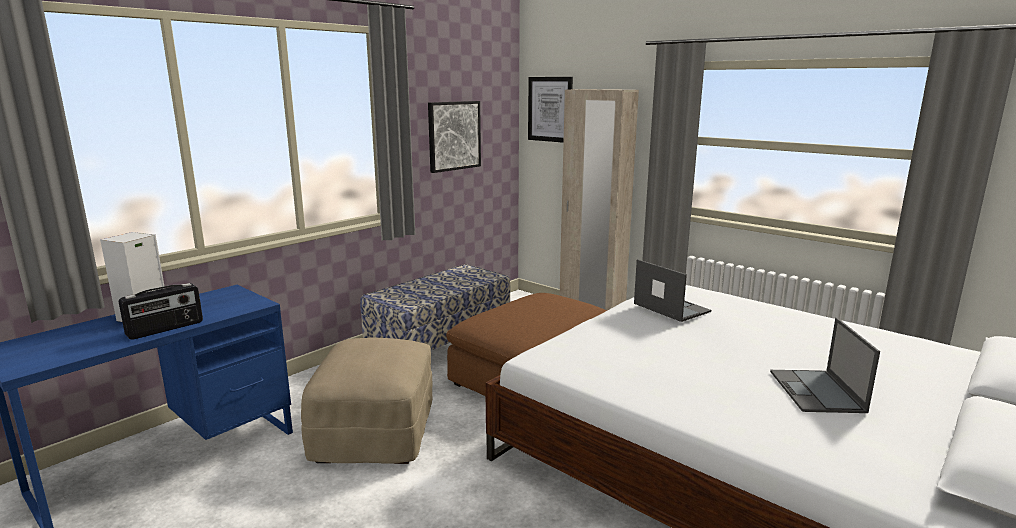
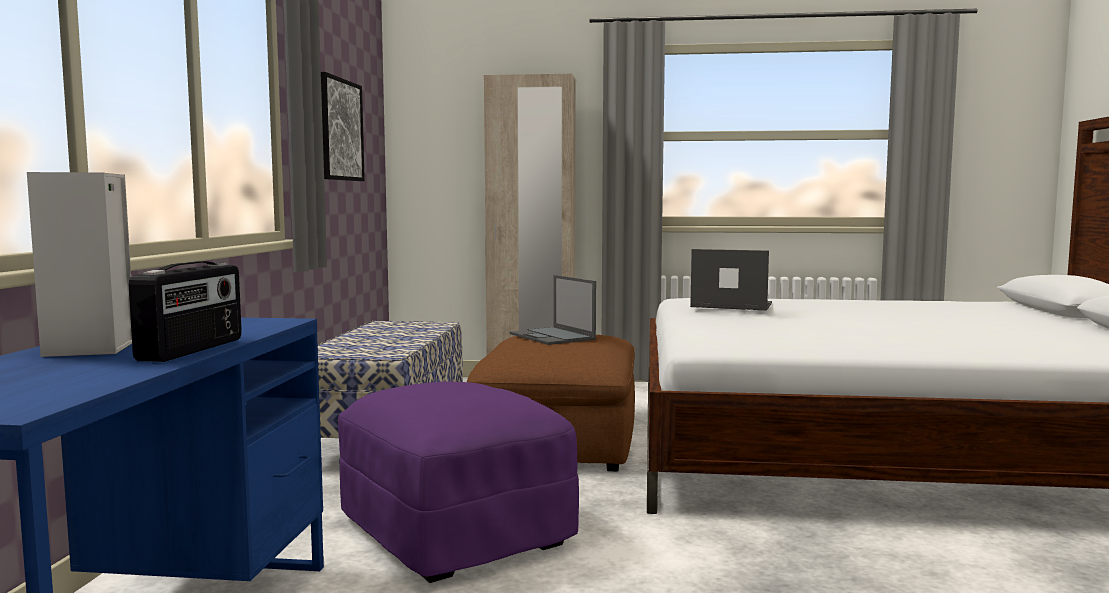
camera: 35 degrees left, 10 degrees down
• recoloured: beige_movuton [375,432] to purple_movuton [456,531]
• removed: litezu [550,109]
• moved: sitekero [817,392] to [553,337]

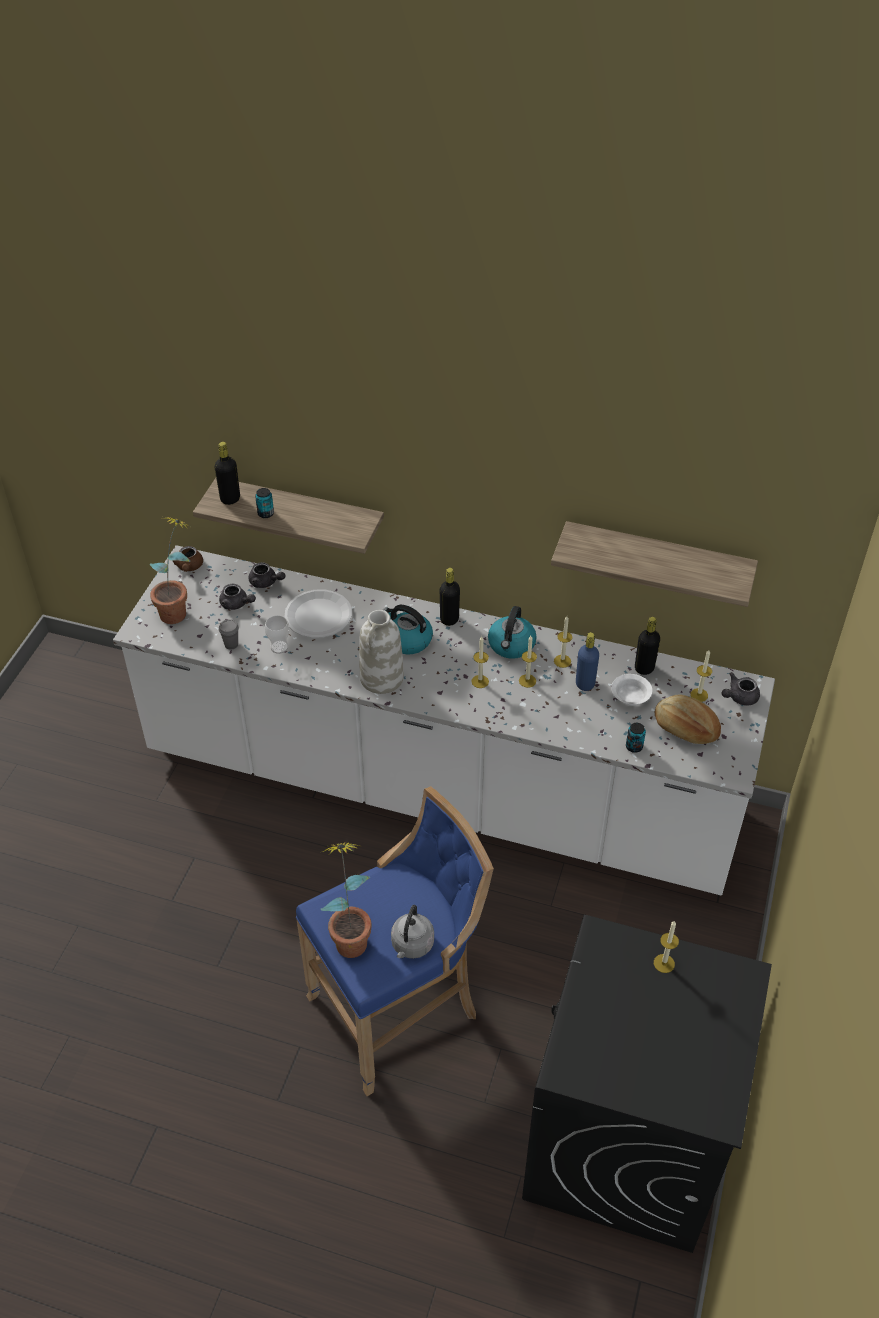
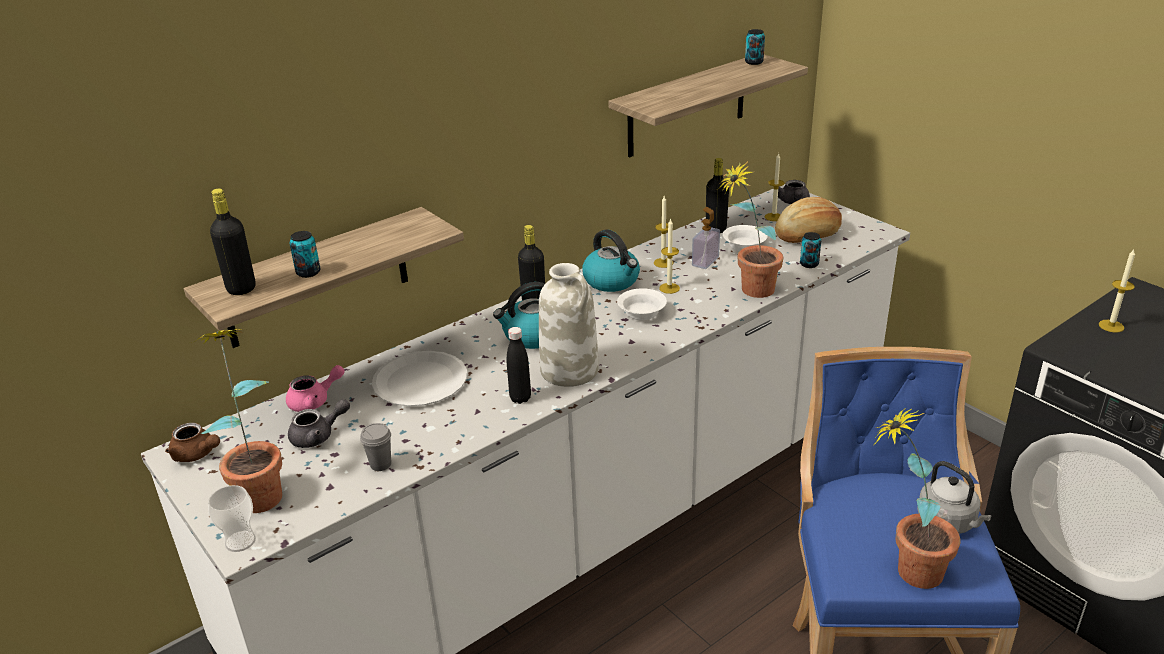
camera: 55 degrees left, 15 degrees down
• recoloured: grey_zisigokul [266,582] to pink_zisigokul [315,401]
• moved: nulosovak [279,647] to [240,541]
• replaced: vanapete [480,681] to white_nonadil [641,313]
• replaced: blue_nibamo [585,684] to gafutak [705,261]
• added: black_nibamo [520,398]
• added: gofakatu [748,291]
• added: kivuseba [754,62]

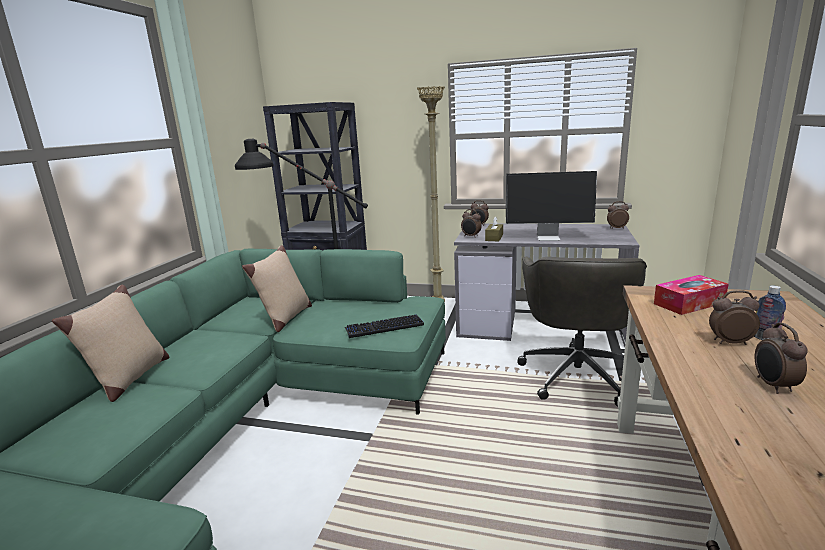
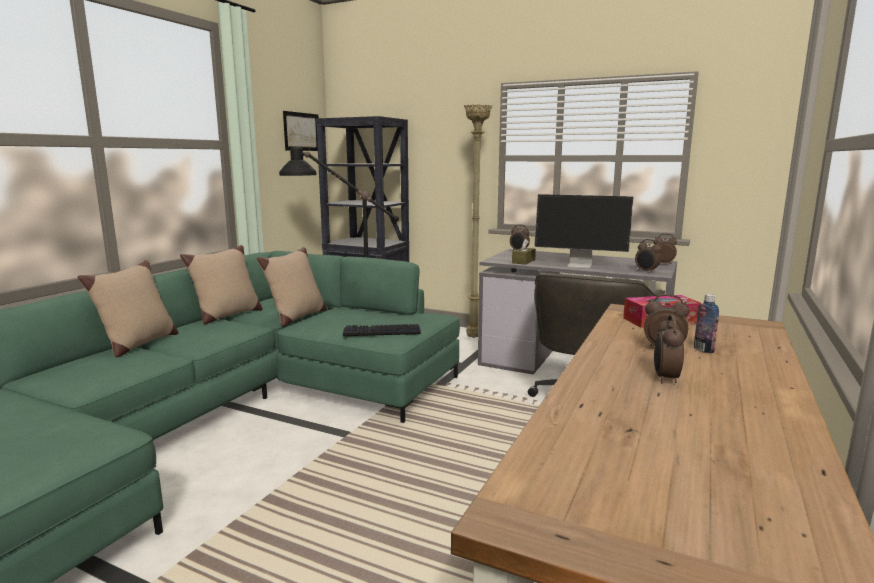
camera: 10 degrees right, 5 degrees down
• moved: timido [471,236] to [646,271]
• added: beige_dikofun [227,315]
• added: litezu [301,131]

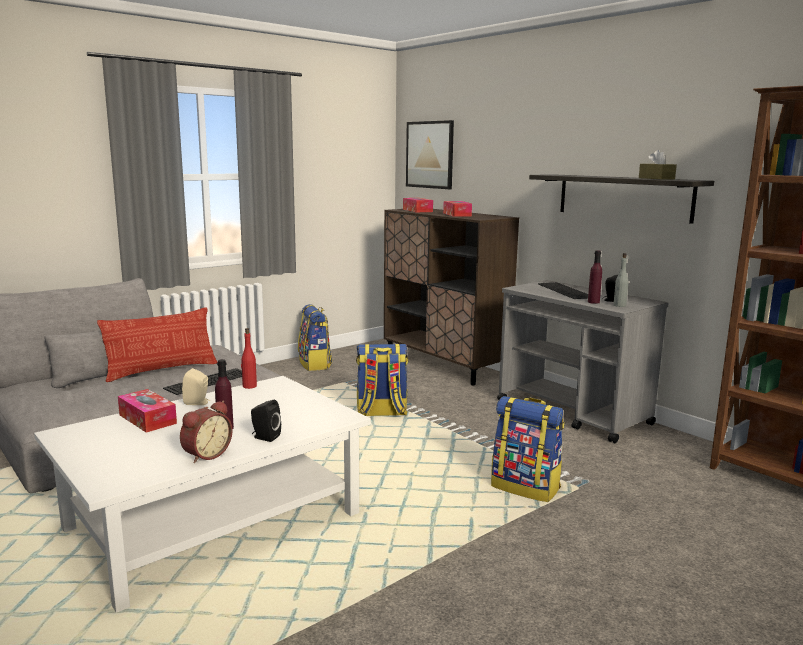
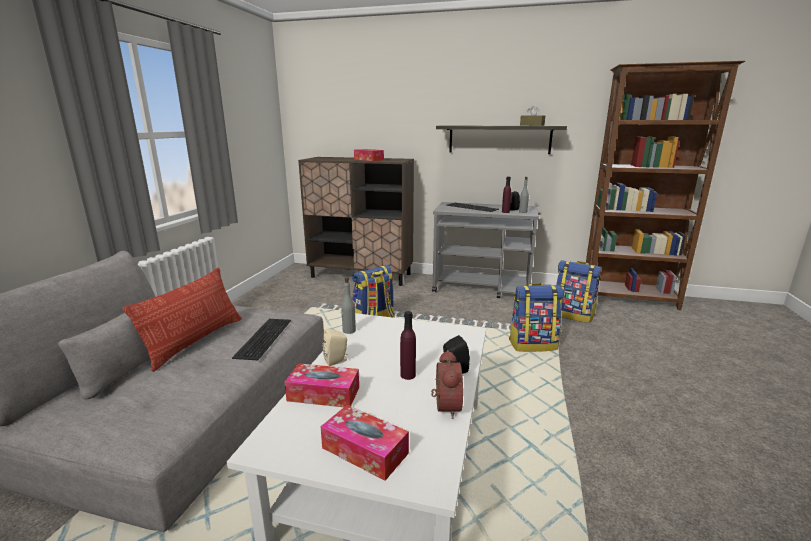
camera: 35 degrees left, 5 degrees up
• recoloured: red_nibamo [249,386] to grey_nibamo [349,330]
• moved: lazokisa [315,364] to [573,315]
• moved: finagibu [417,210] to [365,450]
• removed: litezu [430,154]

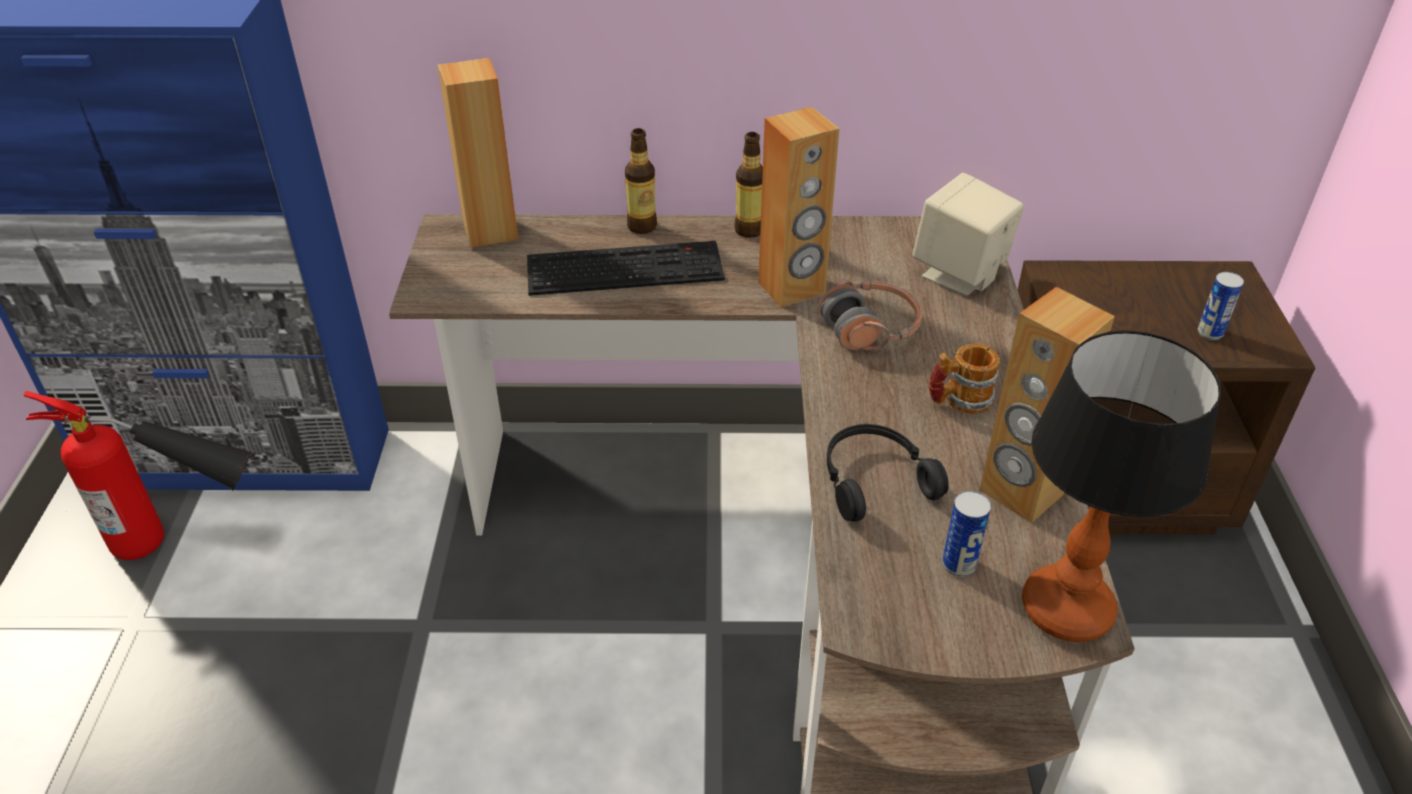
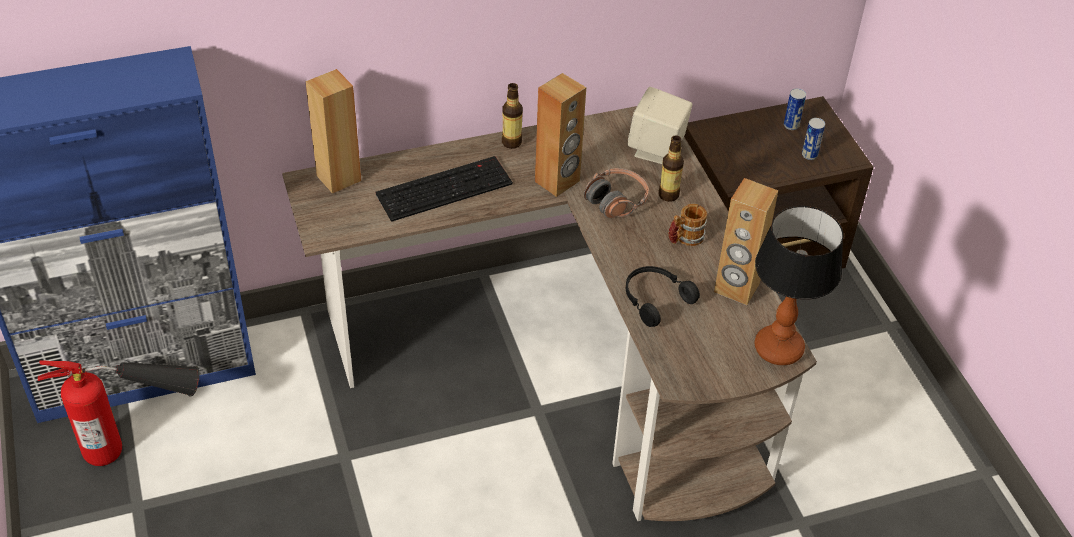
camera: 20 degrees left, 5 degrees up
• moved: nibamo [642,226] to [668,195]
• moved: kivuseba [959,564] to [791,125]

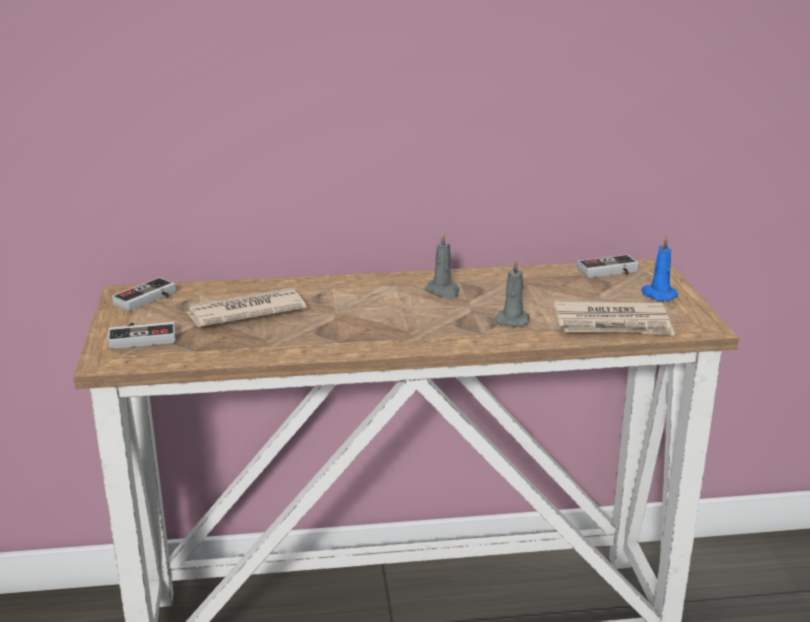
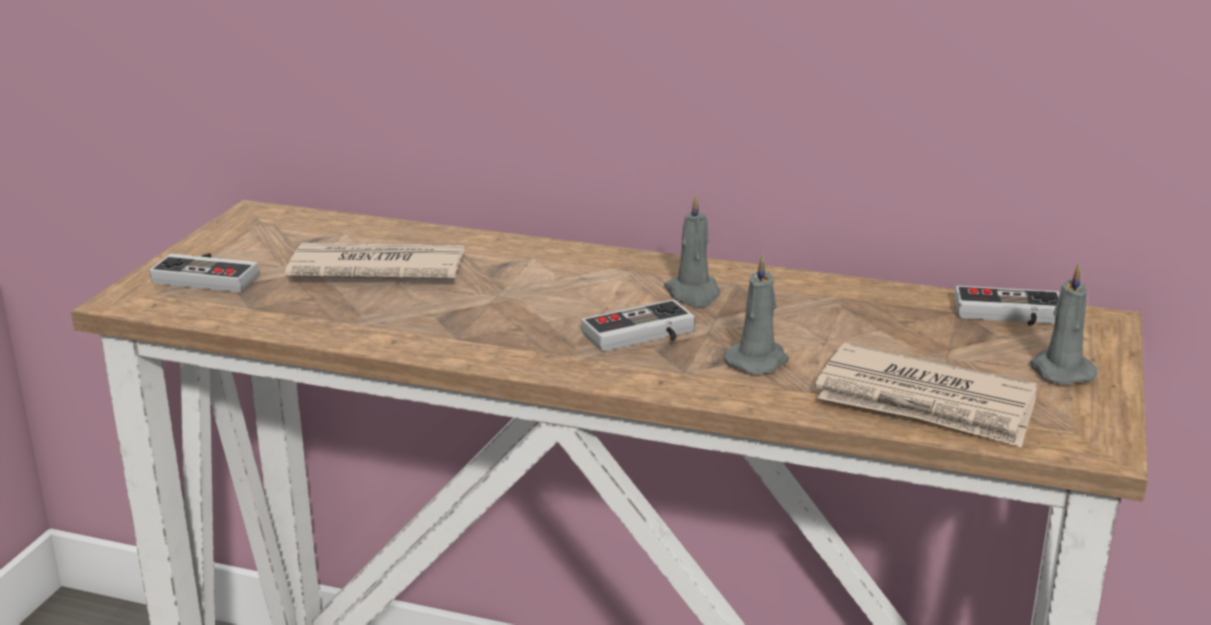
camera: 25 degrees right, 0 degrees up
• moved: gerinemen [149,299] to [643,336]
• recoloured: blue_vanapete [657,294] to grey_vanapete [1059,370]

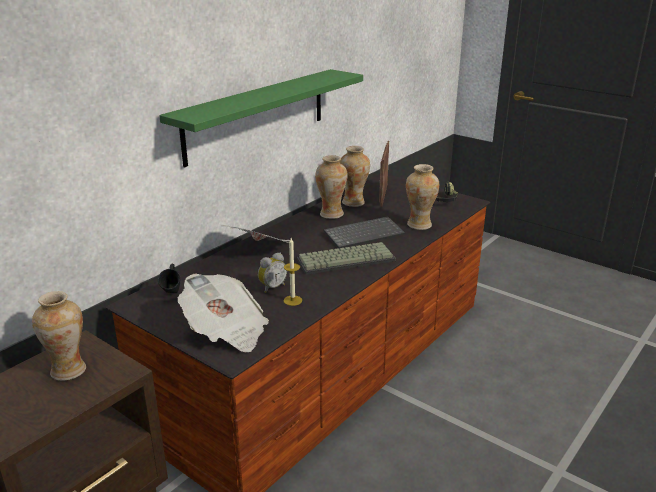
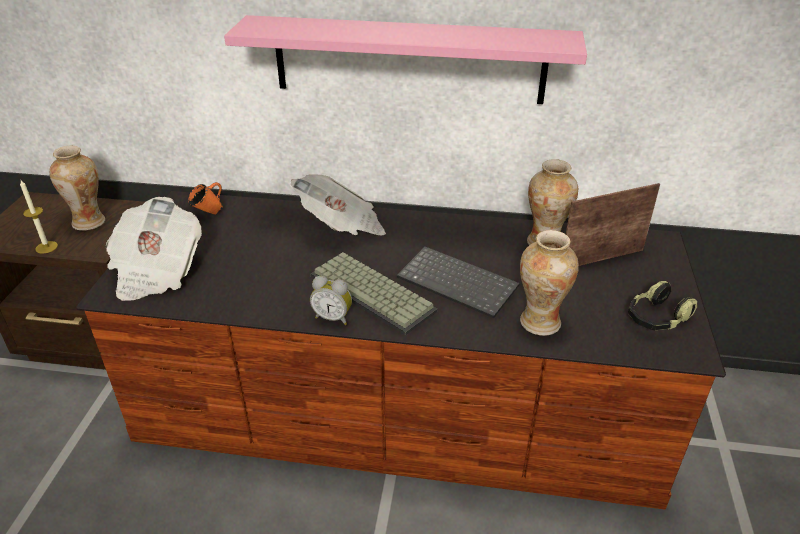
camera: 60 degrees right, 10 degrees up
• recoloured: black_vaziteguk [172,295] to orange_vaziteguk [209,214]
• recoloured: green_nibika [257,115] to pink_nibika [409,60]
• moved: timido [272,287] to [333,317]
• moved: vanapete [292,300] to [46,247]
• removed: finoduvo [331,214]

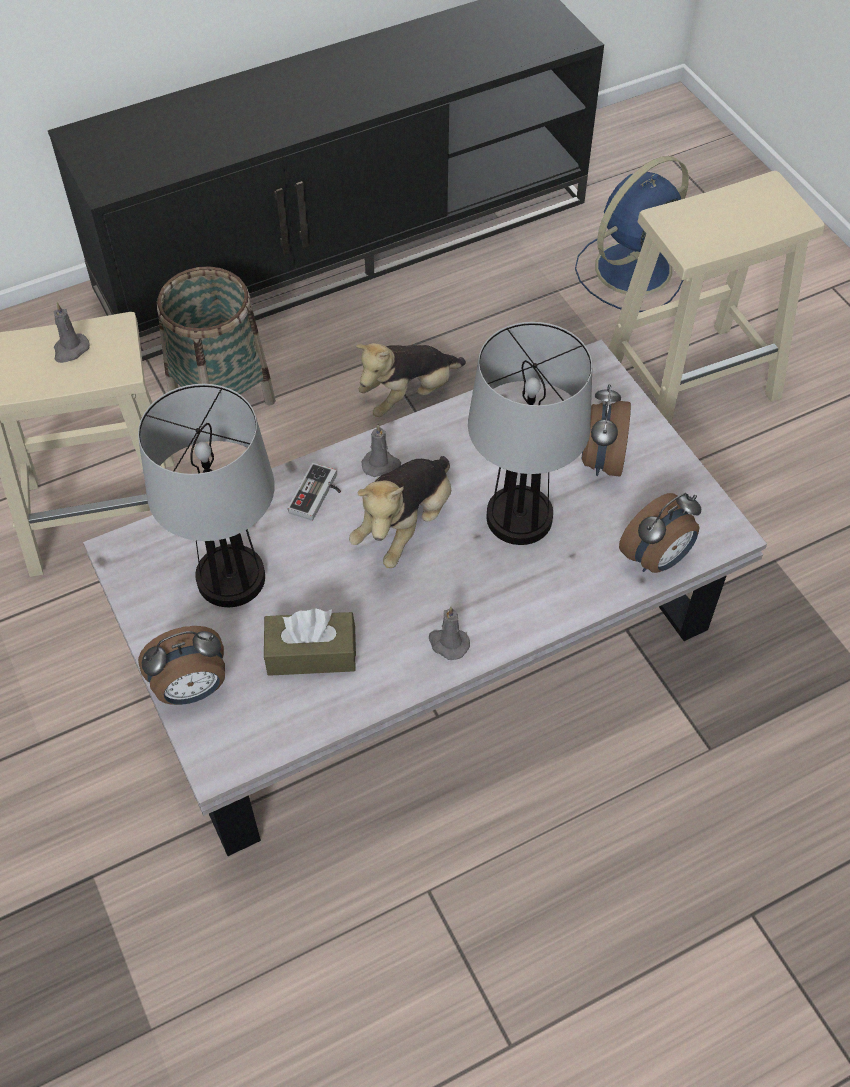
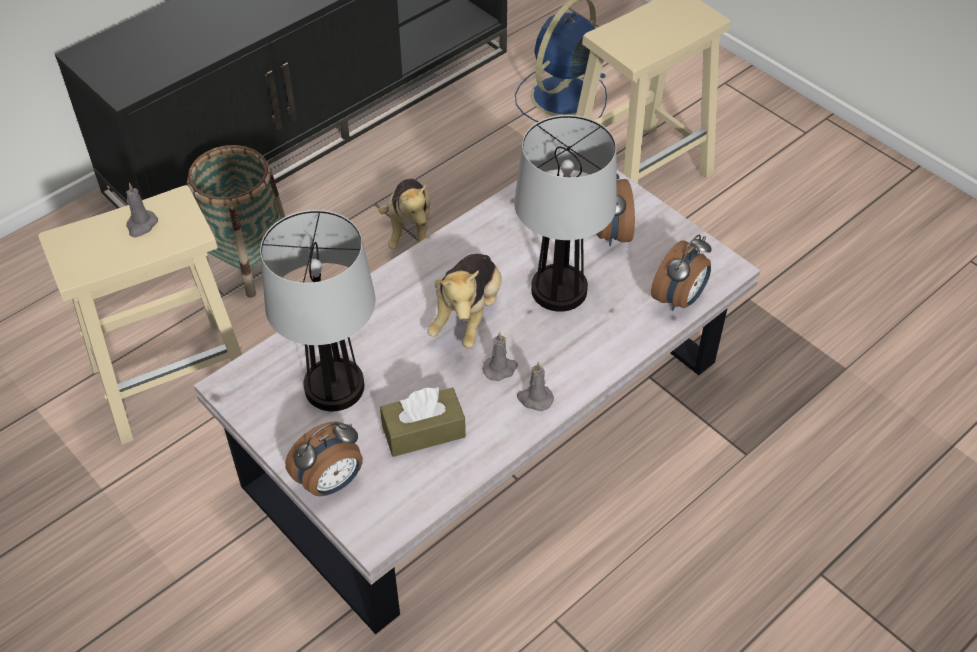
camera: 15 degrees left, 5 degrees down
• removed: gerinemen [318,496]
• turned: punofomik [409,395] = [410,229] 45 degrees counterclockwise
• moved: grey_vanapete [381,465] to [500,369]

